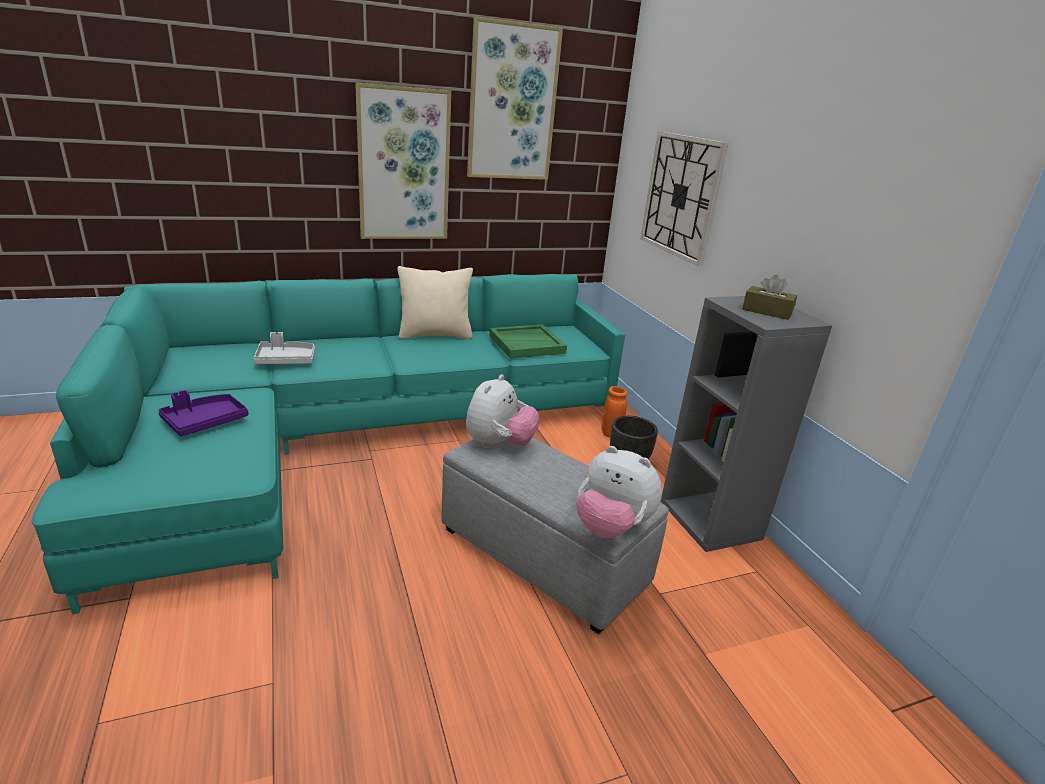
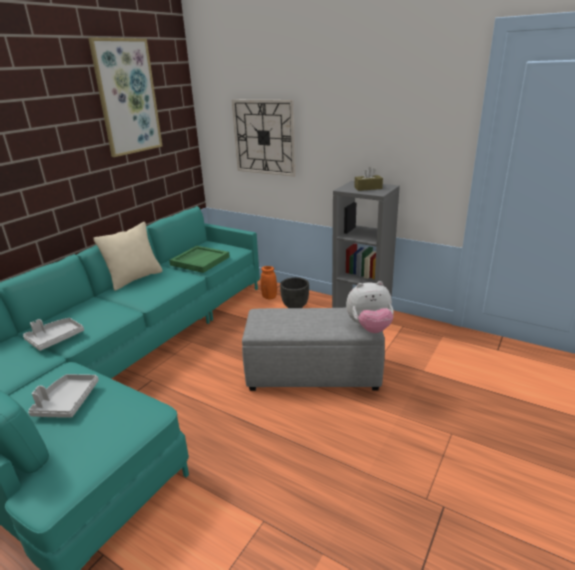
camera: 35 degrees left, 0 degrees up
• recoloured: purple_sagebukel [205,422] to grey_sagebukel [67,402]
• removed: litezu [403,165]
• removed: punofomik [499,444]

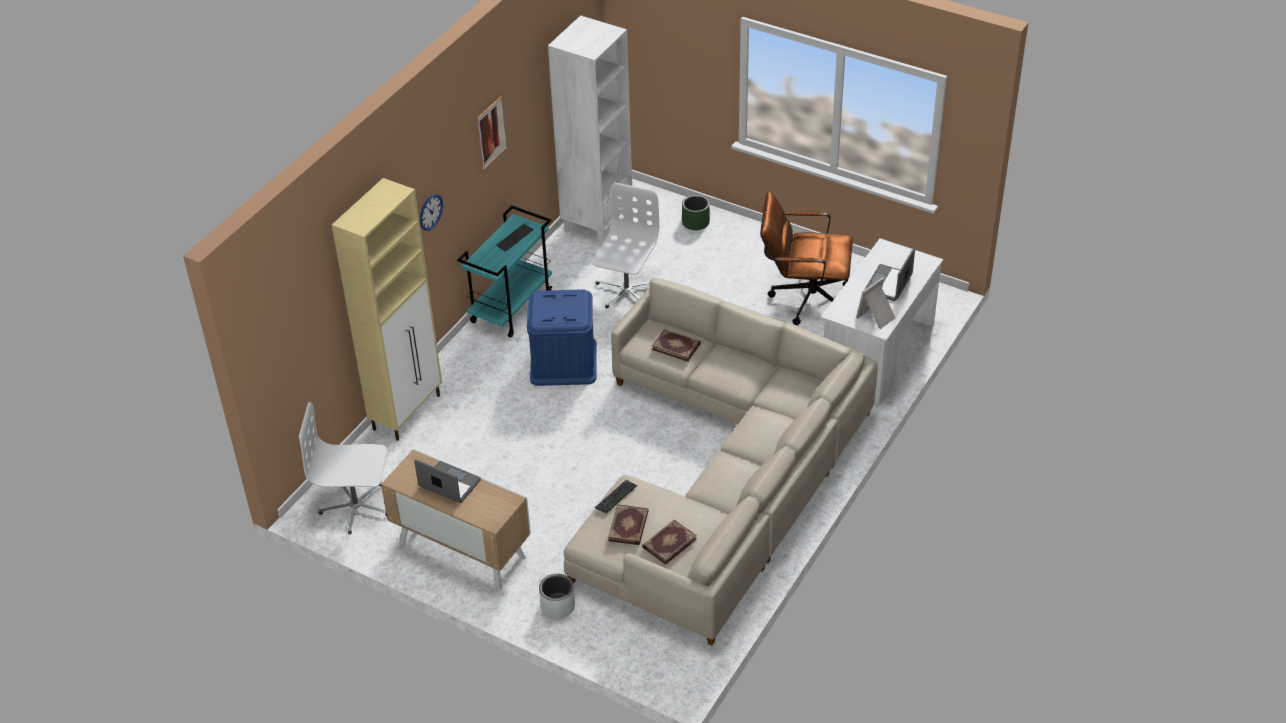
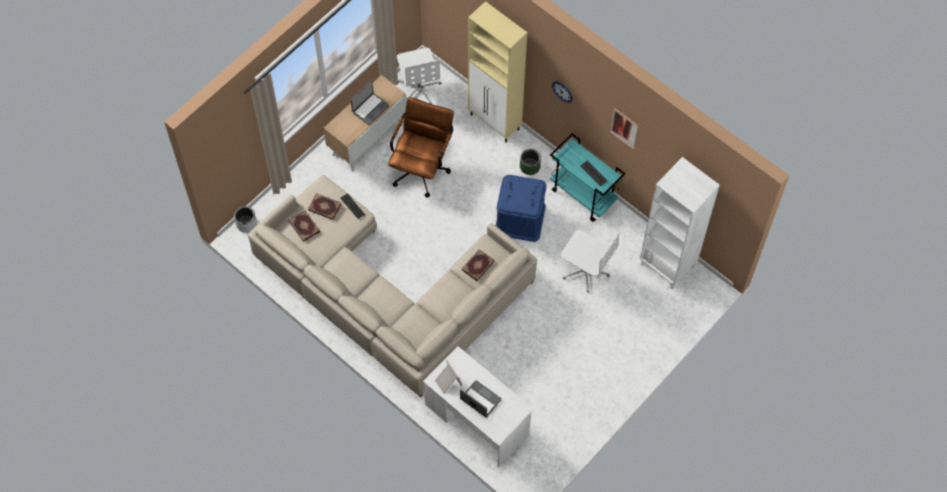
camera: 100 degrees right, 20 degrees up
• turned: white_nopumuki [356,507] = [419,88] 150 degrees clockwise
• moved: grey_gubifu [557,606] to [246,224]
• moved: green_gubifu [696,222] to [529,166]
• moved: brown_nopumuki [803,298] to [422,167]

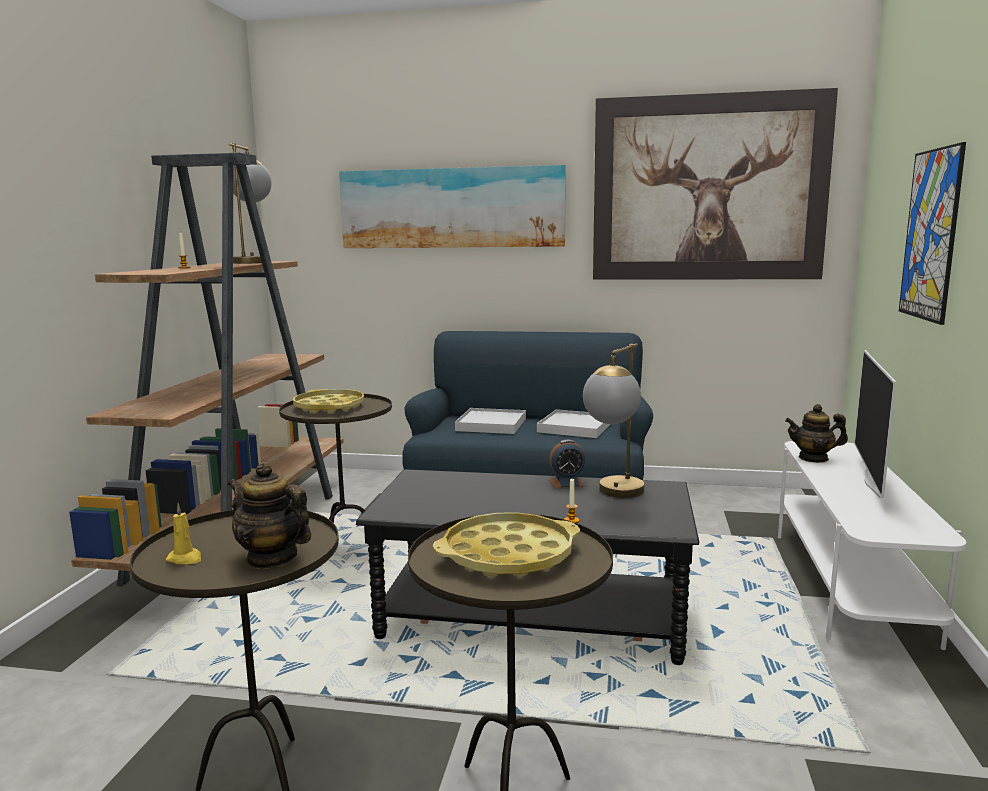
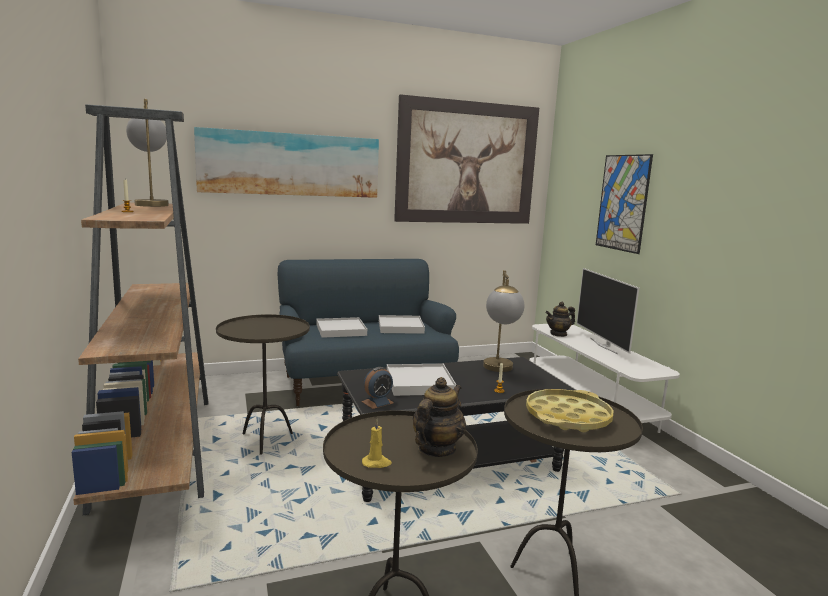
camera: 30 degrees left, 0 degrees up
• turned: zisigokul [271,558] = [436,449] 120 degrees clockwise
• removed: yellow_sagebukel [329,407]
• moved: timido [567,483] to [377,402]
• added: white_sagebukel [419,383]

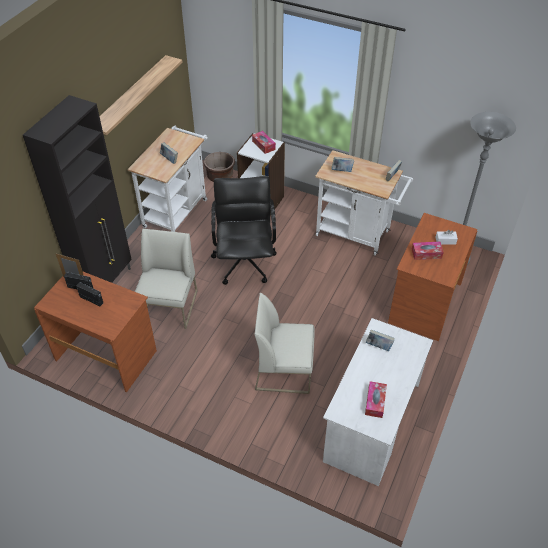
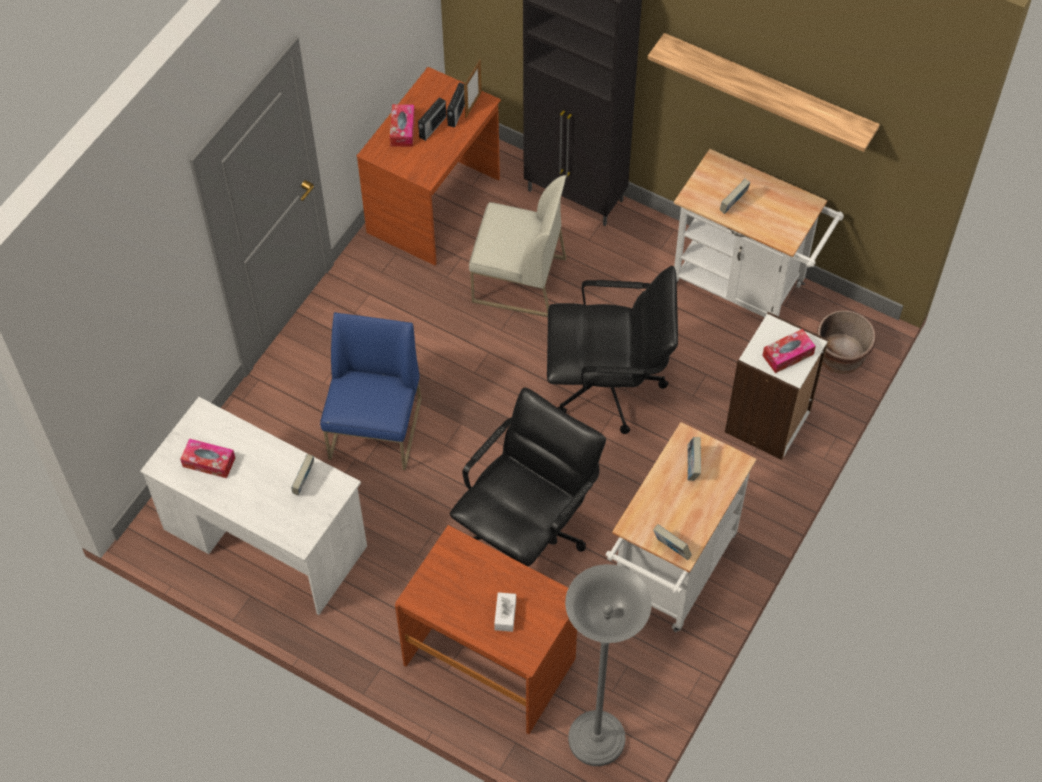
camera: 95 degrees right, 10 degrees up
• recoloured: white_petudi [284,370] to blue_petudi [376,429]
• moved: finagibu [426,253] to [402,130]
• added: black_nopumuki [527,532]

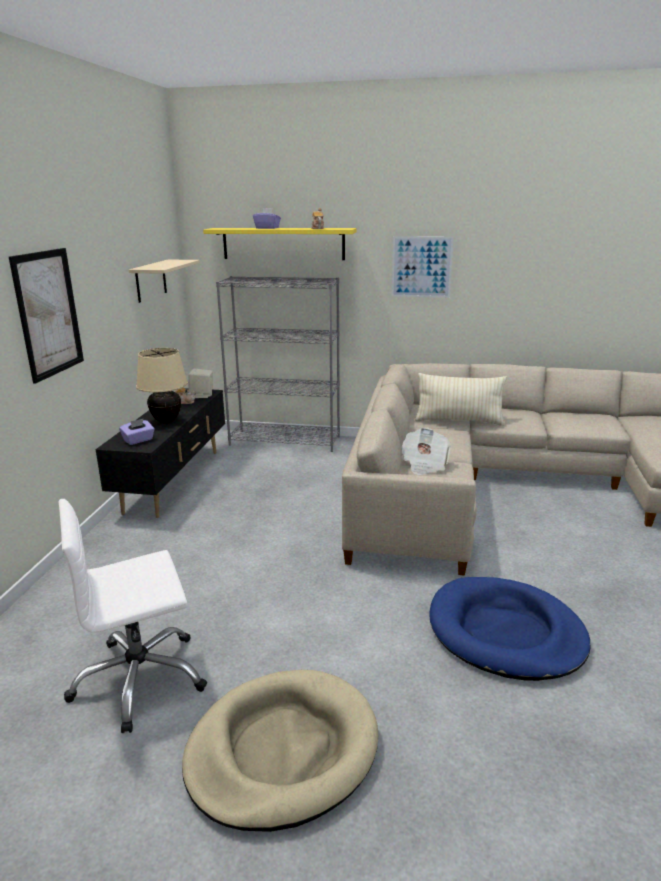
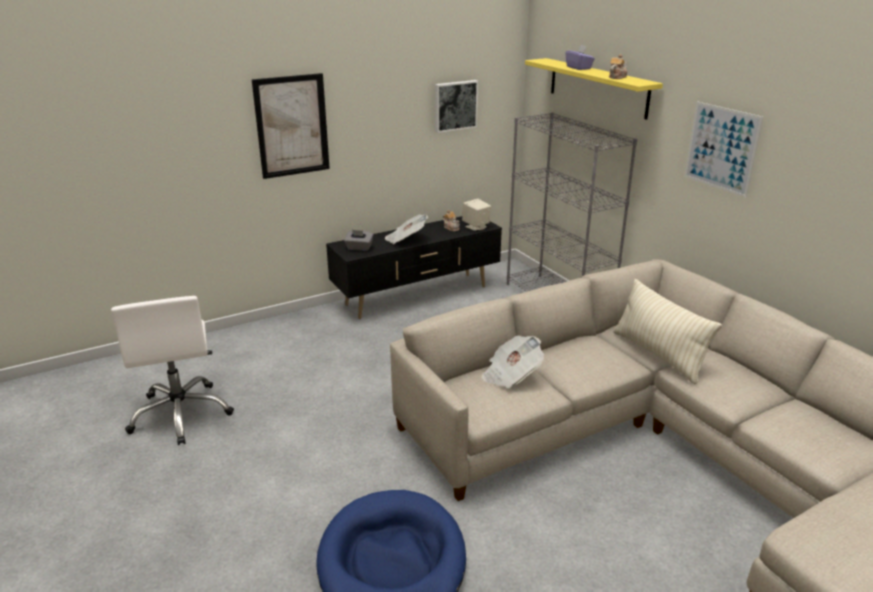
camera: 50 degrees right, 5 degrees up
• turned: white_nopumuki [139,679] = [181,414] 135 degrees counterclockwise
• recoloured: purple_finagibu [138,440] to grey_finagibu [359,248]
• replaced: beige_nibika [151,280] to litezu [455,105]
• replaced: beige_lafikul [166,421] to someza [406,239]
• removed: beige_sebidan [282,751]

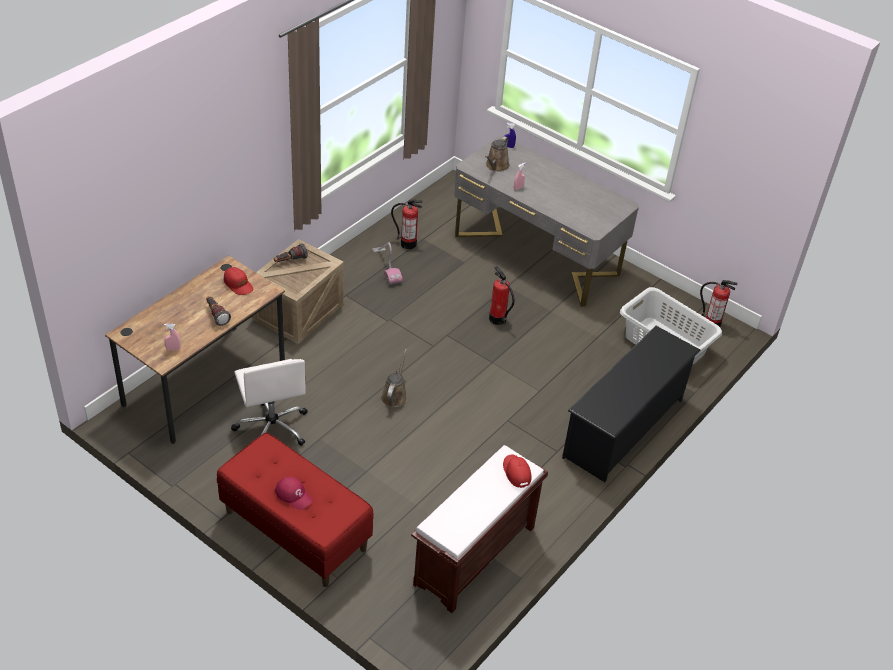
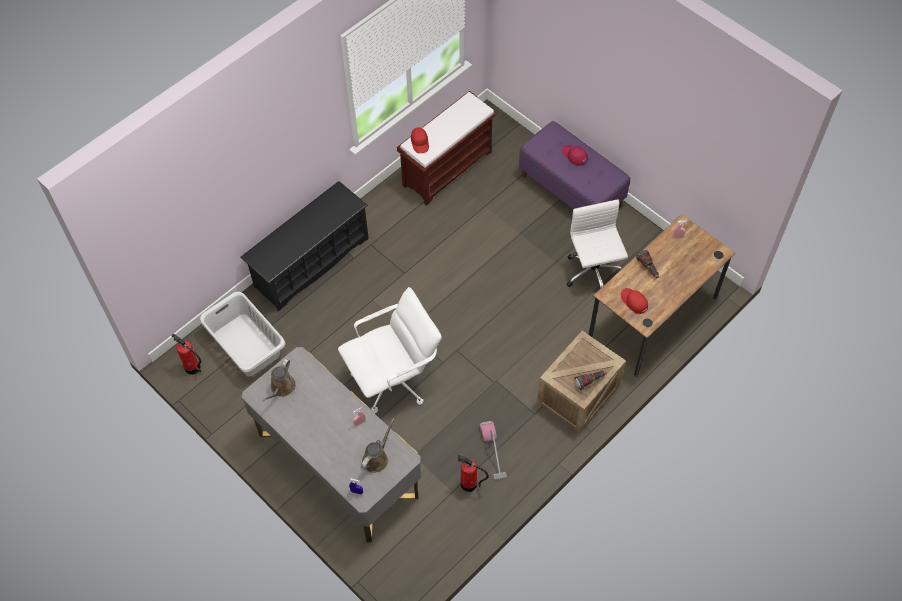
camera: 170 degrees left, 15 degrees up
• recoloured: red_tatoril [295,530] to purple_tatoril [571,191]
• moved: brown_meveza [394,395] to [281,388]
• replaced: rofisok [497,319] to white_nopumuki [393,379]

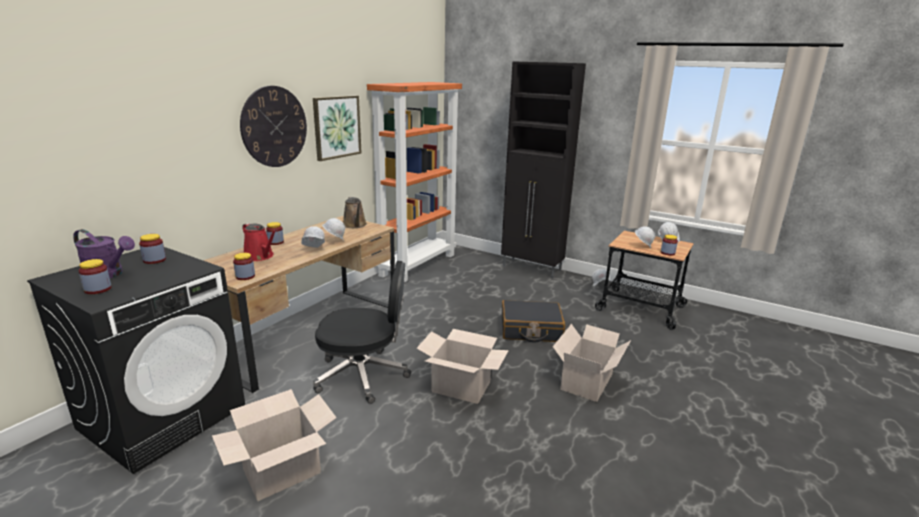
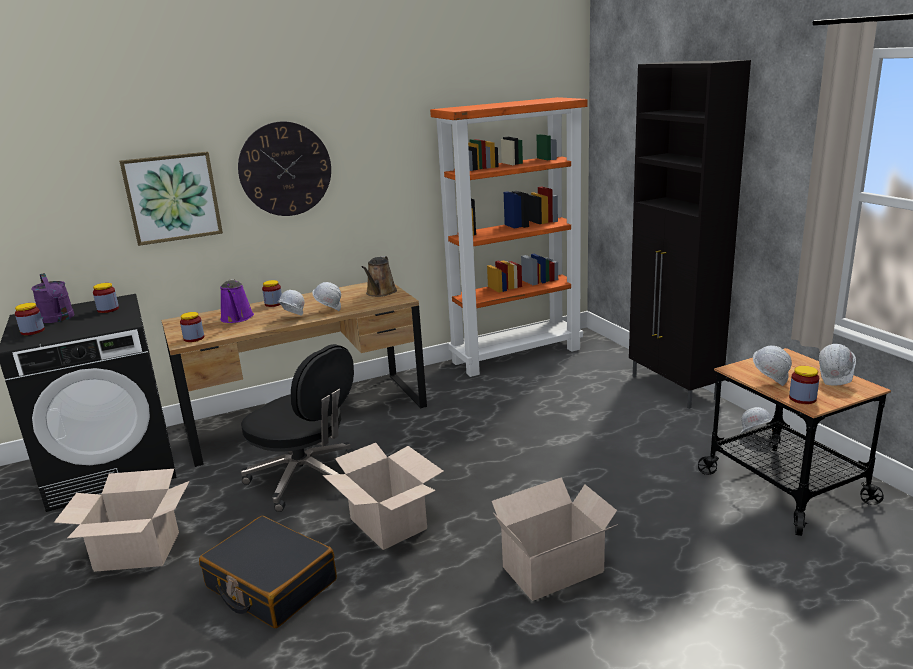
camera: 35 degrees right, 0 degrees up
• recoloured: red_meveza [260,256] to purple_meveza [237,318]
• moved: litezu [336,127] to [172,197]
• moved: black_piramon [530,330] to [270,584]

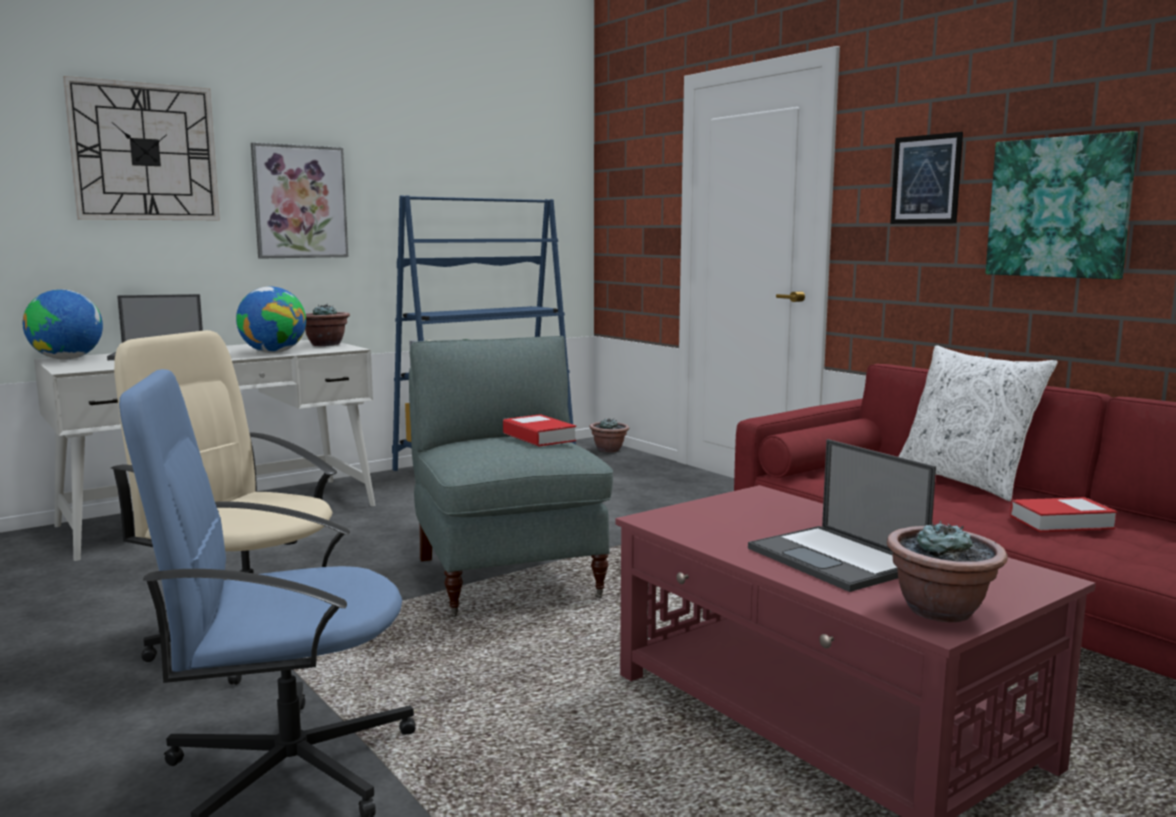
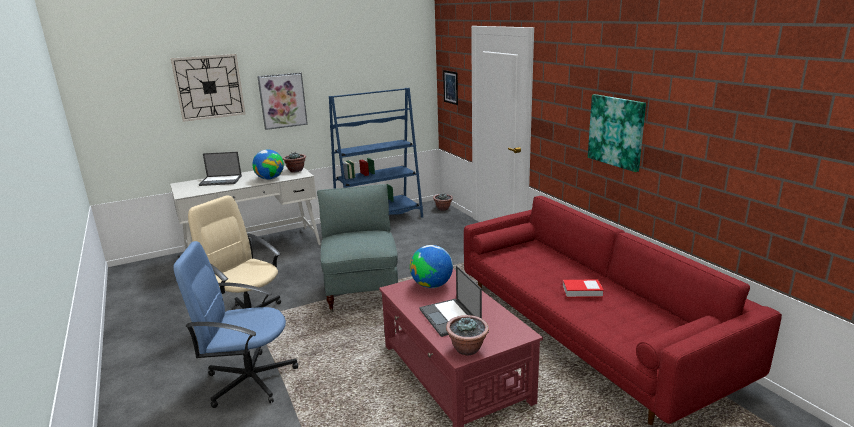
camera: 10 degrees right, 10 degrees up
• moved: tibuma [67,359] to [432,285]
• removed: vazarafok [539,437]
• moved: litezu [925,179] to [450,87]
• removed: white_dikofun [965,481]

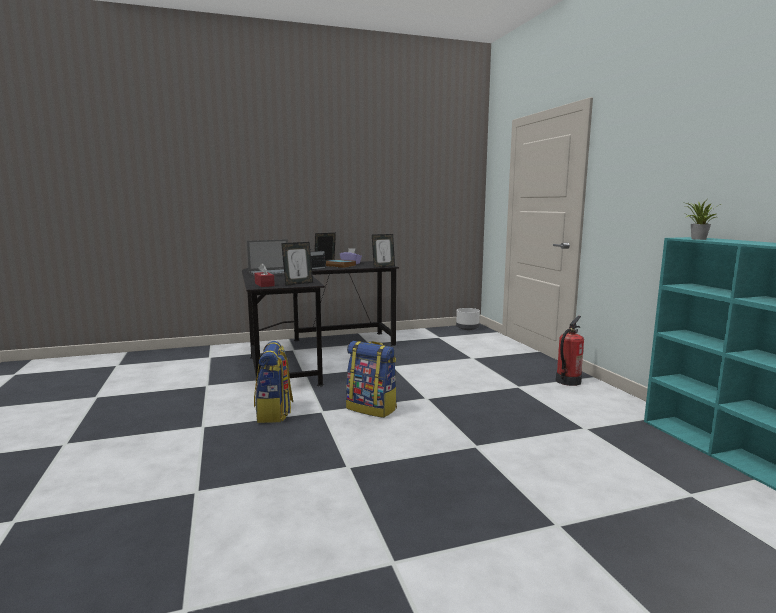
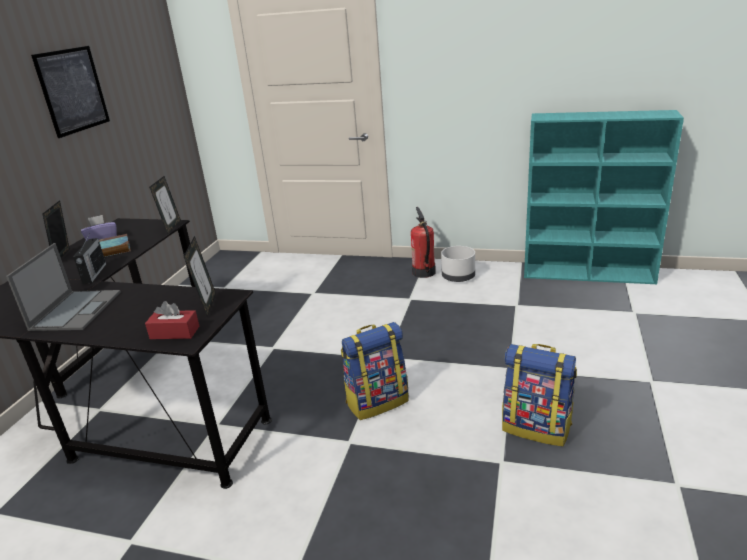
camera: 55 degrees left, 15 degrees up
• moved: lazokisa [274,413] to [537,427]
• moved: white_gubifu [467,328] to [458,277]
• removed: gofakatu [697,239]
• added: litezu [72,90]

